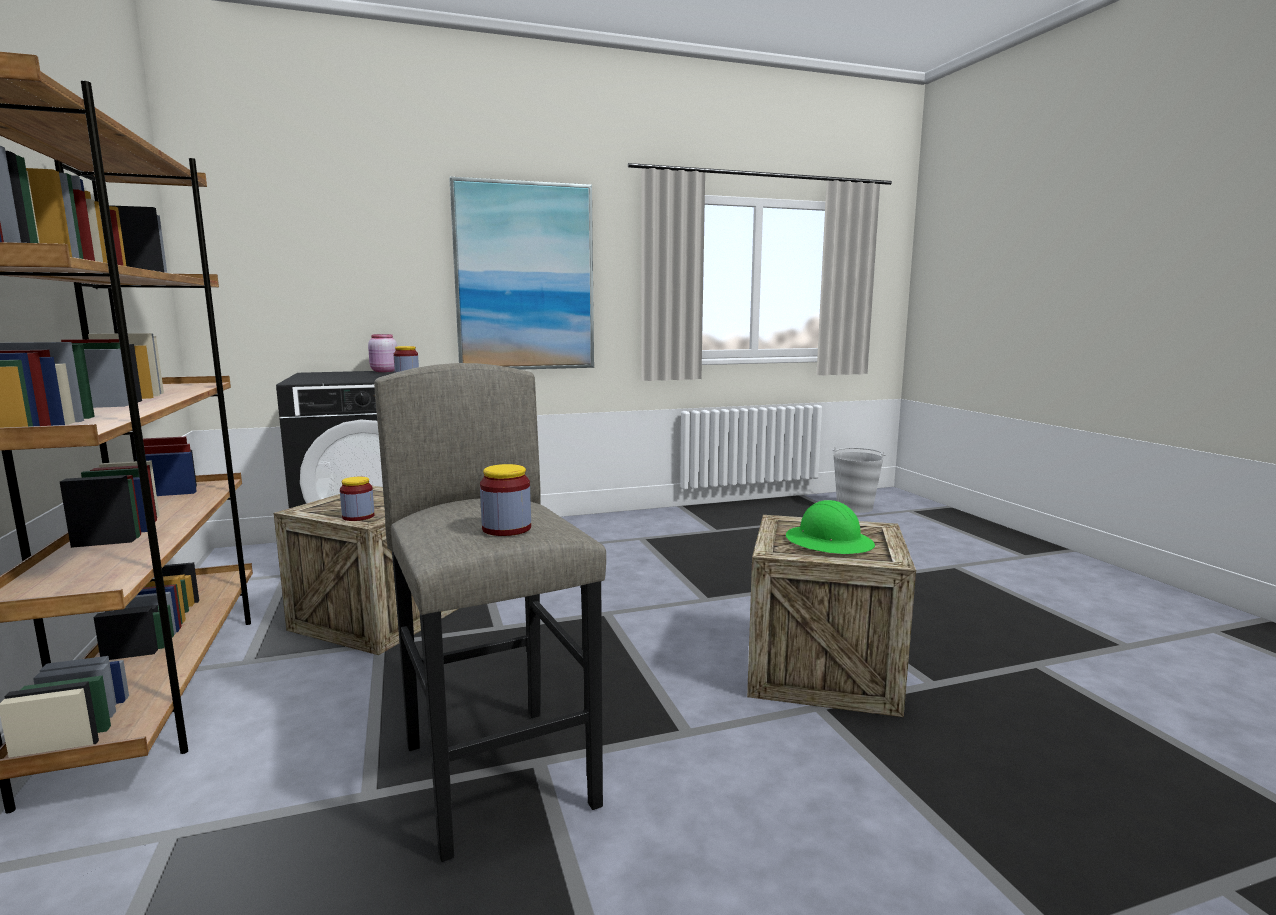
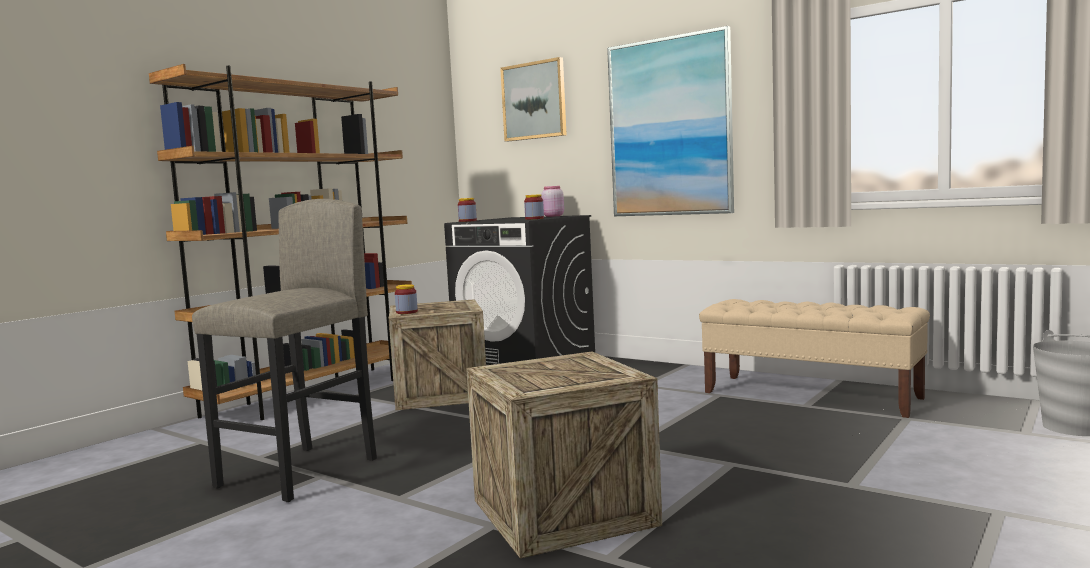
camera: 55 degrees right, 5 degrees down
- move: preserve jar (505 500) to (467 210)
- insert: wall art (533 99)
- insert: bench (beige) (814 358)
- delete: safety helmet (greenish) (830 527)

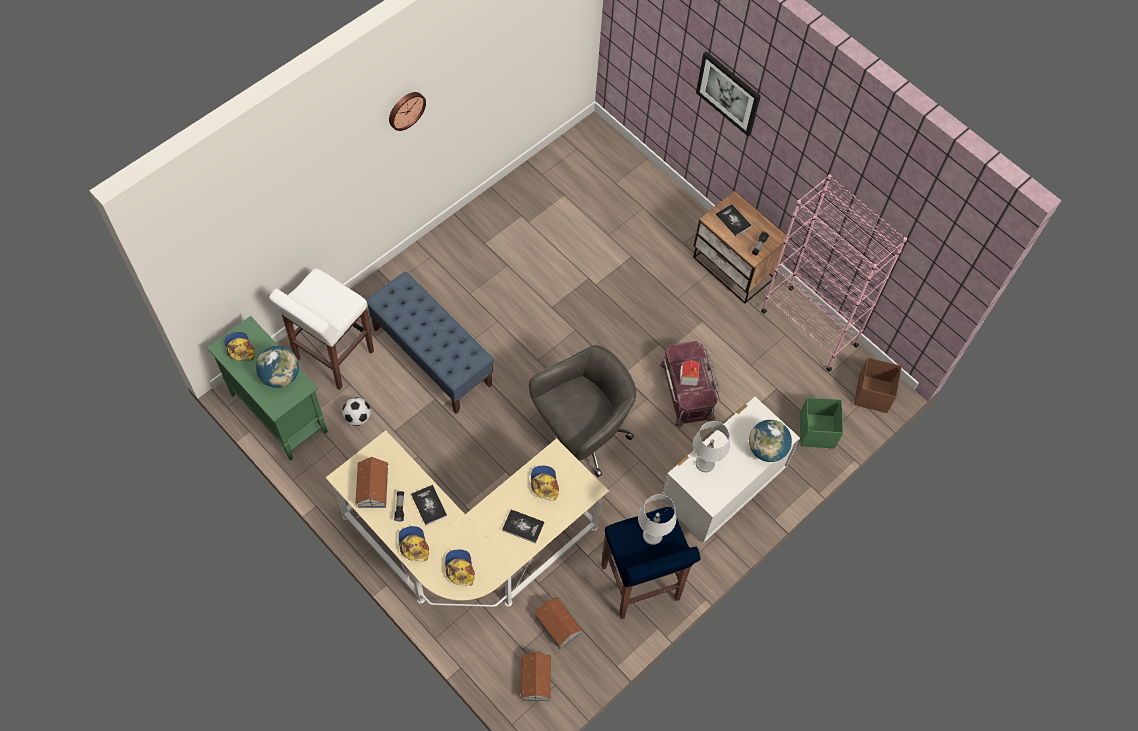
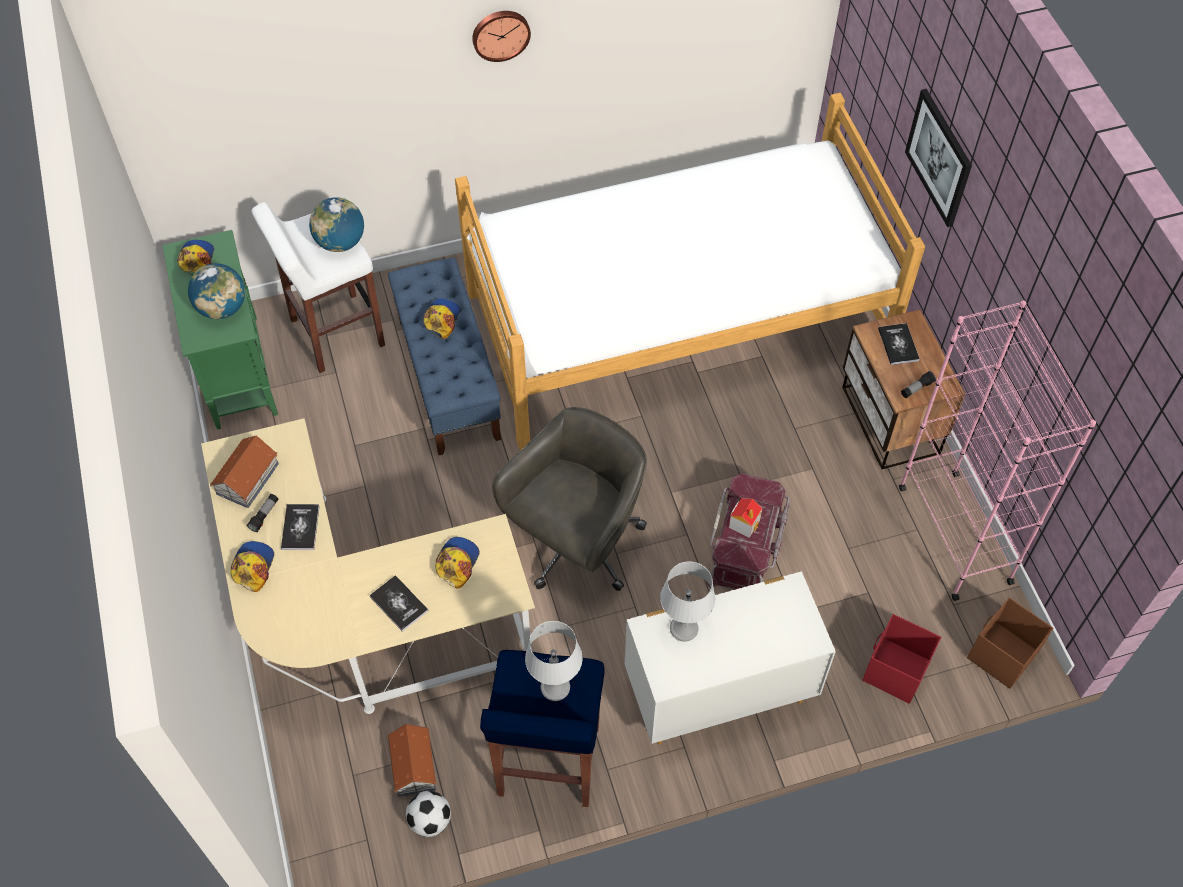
camera: 30 degrees right, 5 degrees down
- move: globe (770 441) to (336 224)
- move: ball for football (356 411) to (428 814)
- move: cap (460 567) to (441 318)
- insert: sleeping bed (690 271)
- rotate: office chair (gray) (582 411) = (569 499) 45 degrees counterclockwise
- recolor: storage bin (greenish) (821 422) to storage bin (red-coloured) (902 659)
- delete: toy house (535 676)

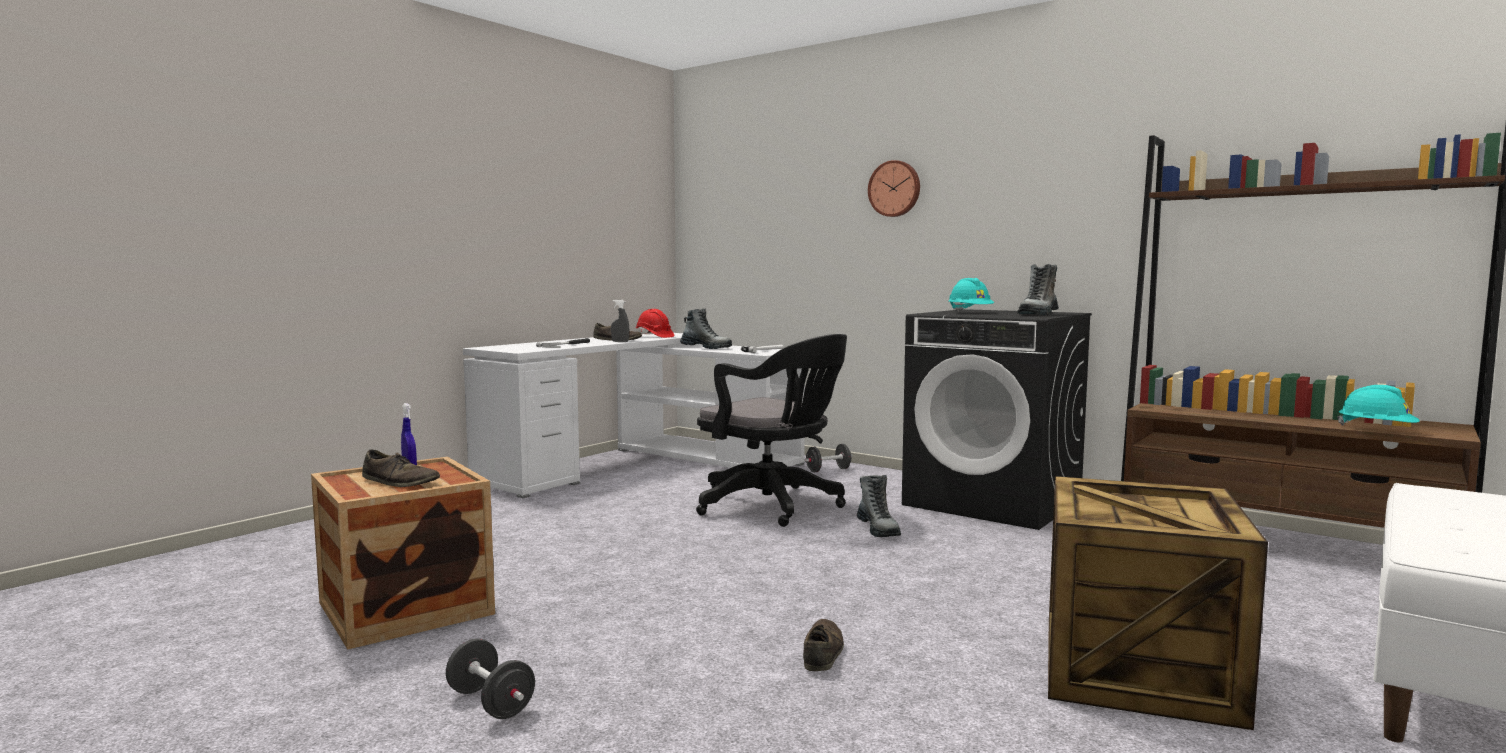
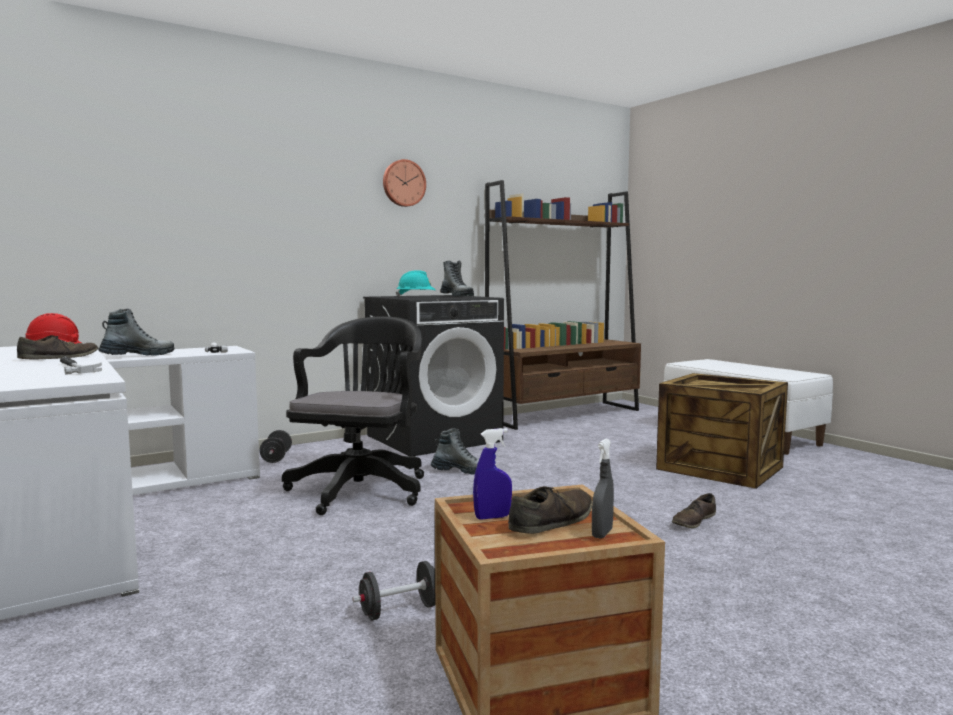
camera: 70 degrees left, 0 degrees up
- rotate: office chair (black) (771 430) = (353 415) 45 degrees counterclockwise
- move: hand weight (black) (490 678) to (393 590)
- move: clock on the wall (894 188) to (404 183)
- move: sprayer (gray) (620 321) to (603 488)
- rotate: shoe (brownish) (823 645) = (694 510) 75 degrees counterclockwise
- delete: safety helmet (blue-green) (1378 405)

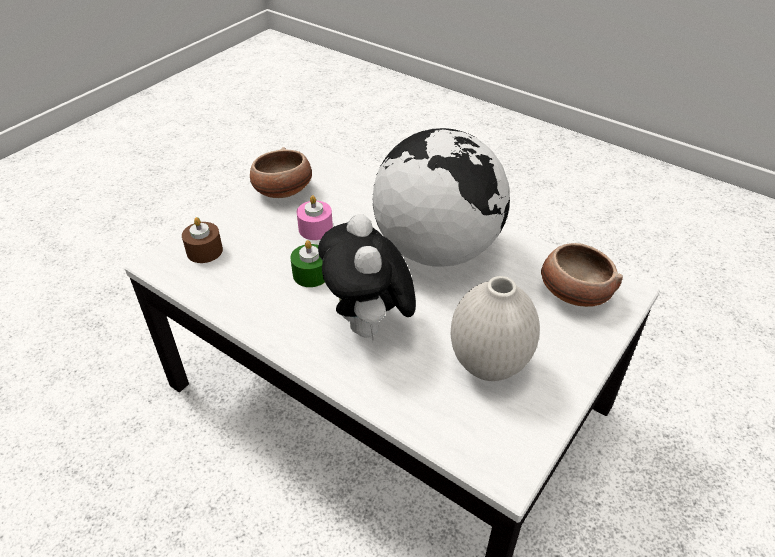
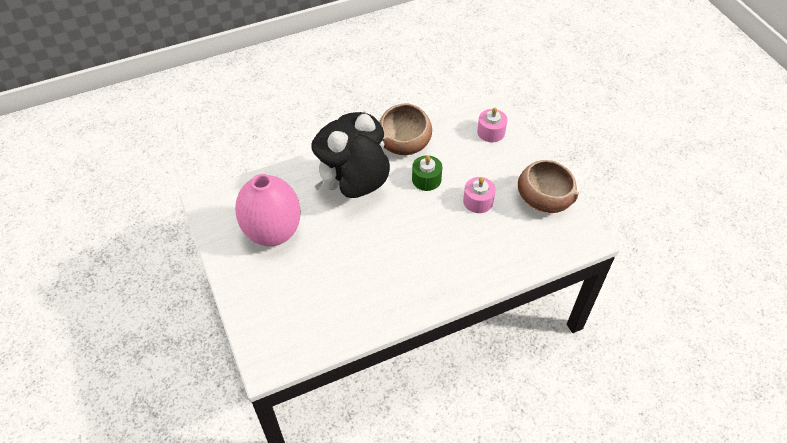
camera: 120 degrees right, 10 degrees up
- recolor: flower vase (whitish) (495 328) to flower vase (pink-coloured) (268 210)
- rotate: soft toy (367 277) = (350 155) 60 degrees counterclockwise
- move: serving bowl (582 275) to (405 129)
- recolor: candle (brownish) (202 240) to candle (pink-coloured) (492 125)
- delete: globe (441 197)

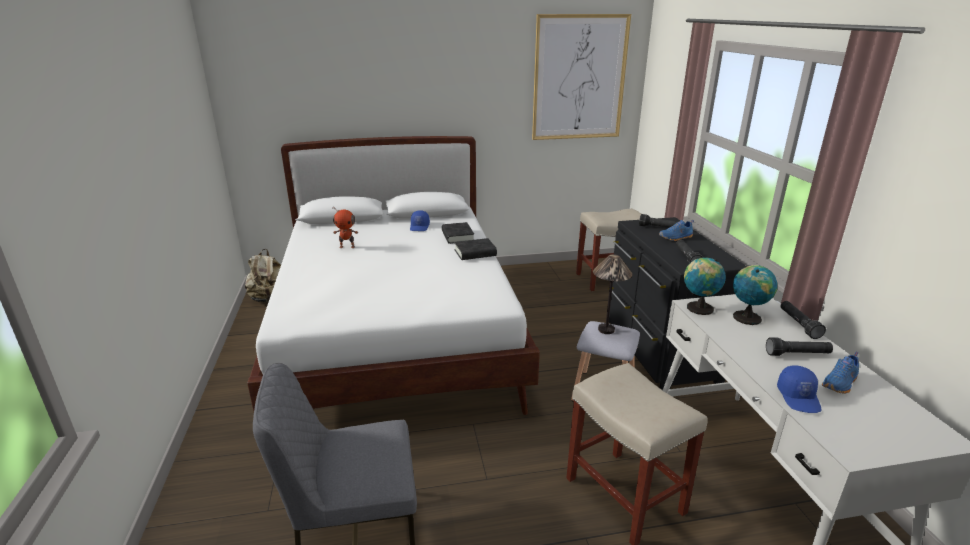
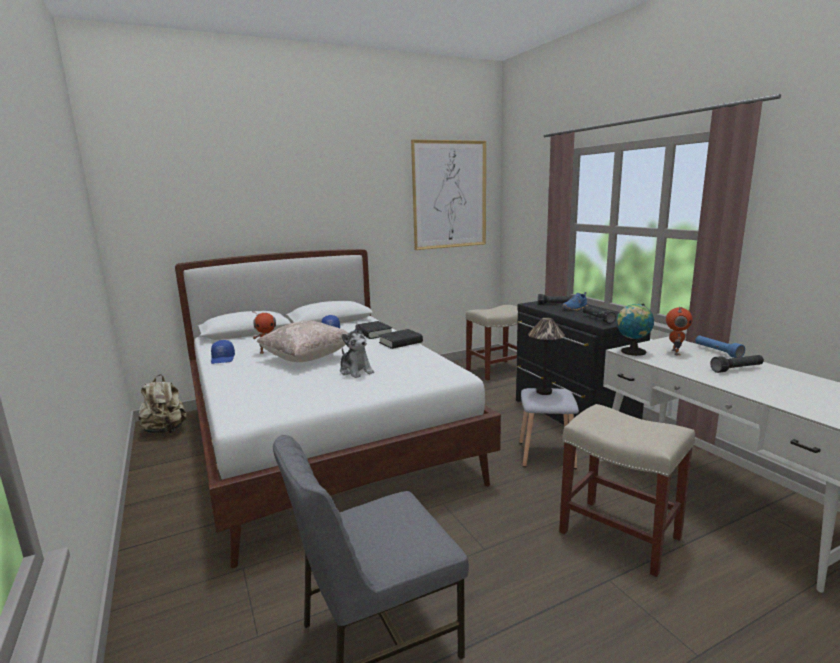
camera: 15 degrees left, 10 degrees down
- move: cap (bluish) (799 389) to (223 352)
- insert: throw pillow (beige) (303 341)
- insert: soft toy (357 351)
- replace: globe (755 295) to toy robot (679 331)
- recolor: torch (black) (803 320) to torch (bluish) (720 347)
- delete: shoe (bluish) (840 373)

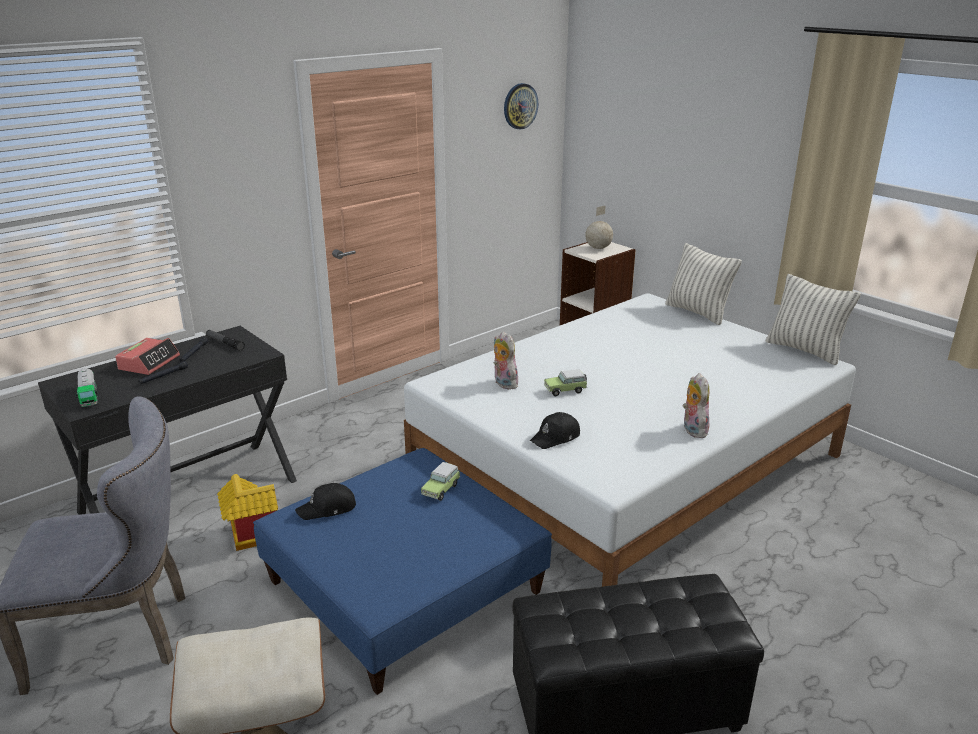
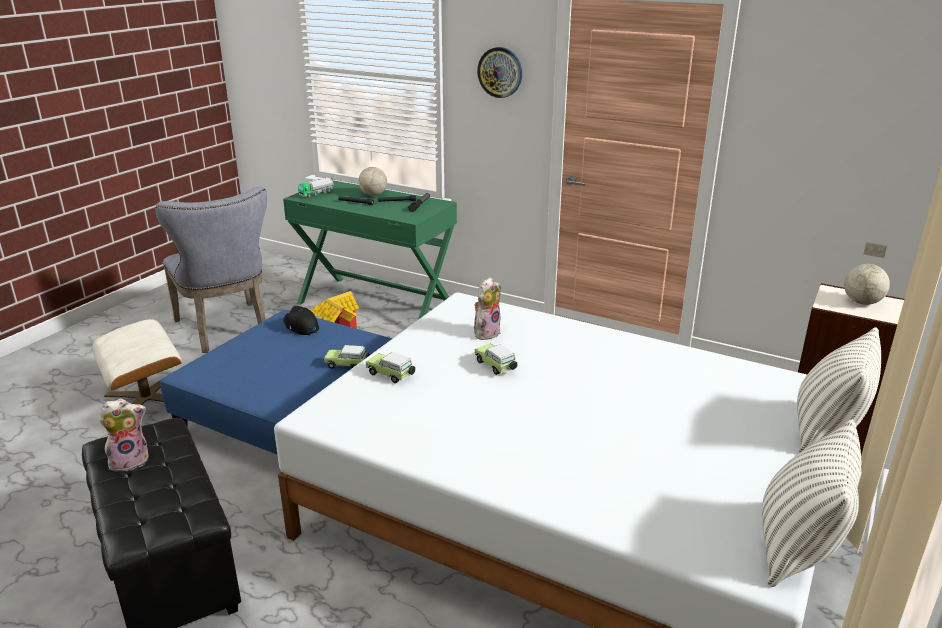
camera: 70 degrees right, 0 degrees up
- move: soft toy (696 405) to (124 434)
- recolor: desk unit (black) (167 420) to desk unit (greenish) (370 250)
- replace: alarm clock (147 356) to globe (372 173)
- replace: cap (black) (555 430) to toy car (390 367)
- move: clock on the wall (521 106) to (499 72)

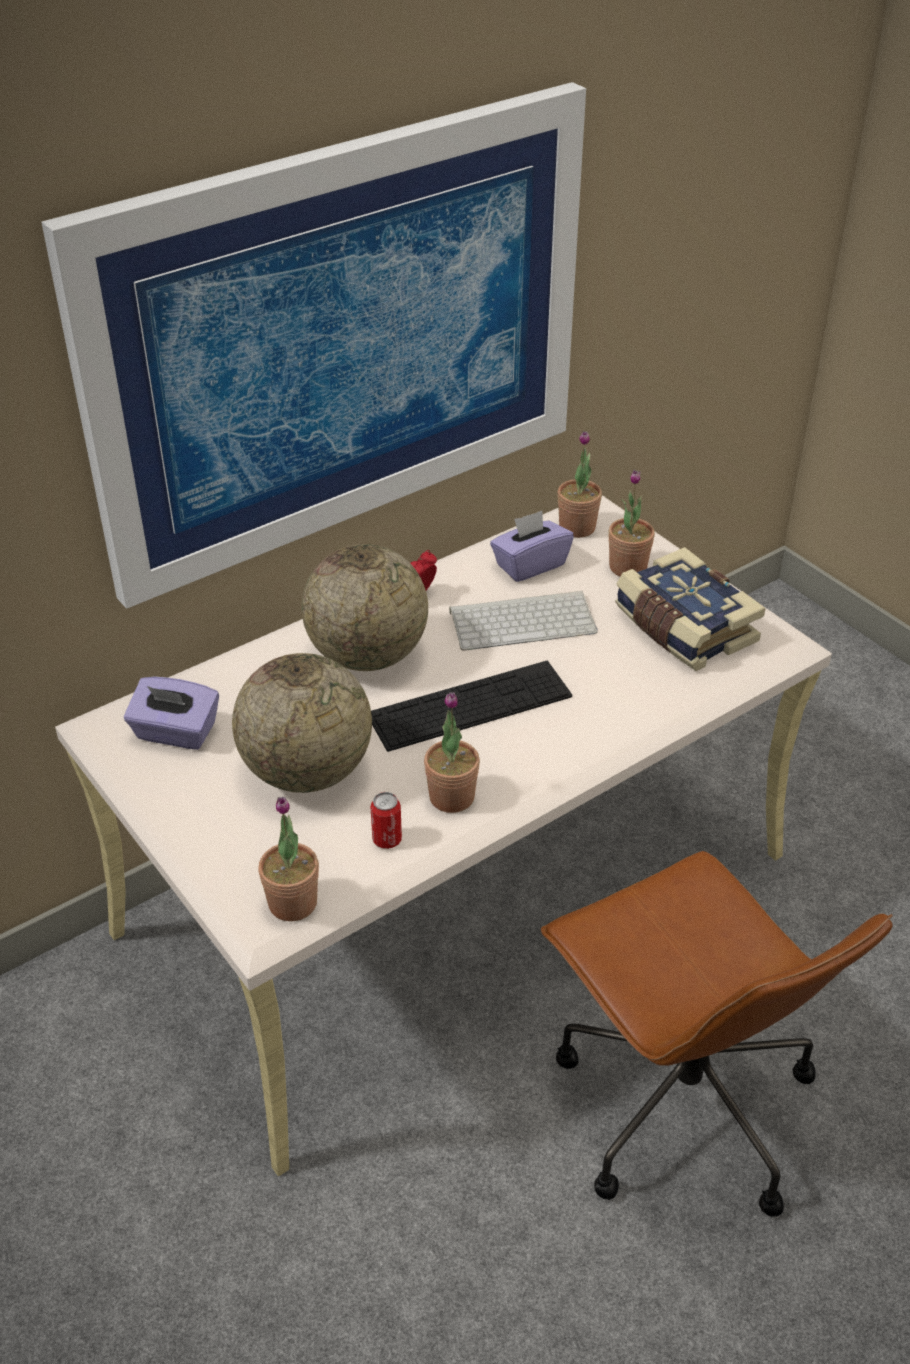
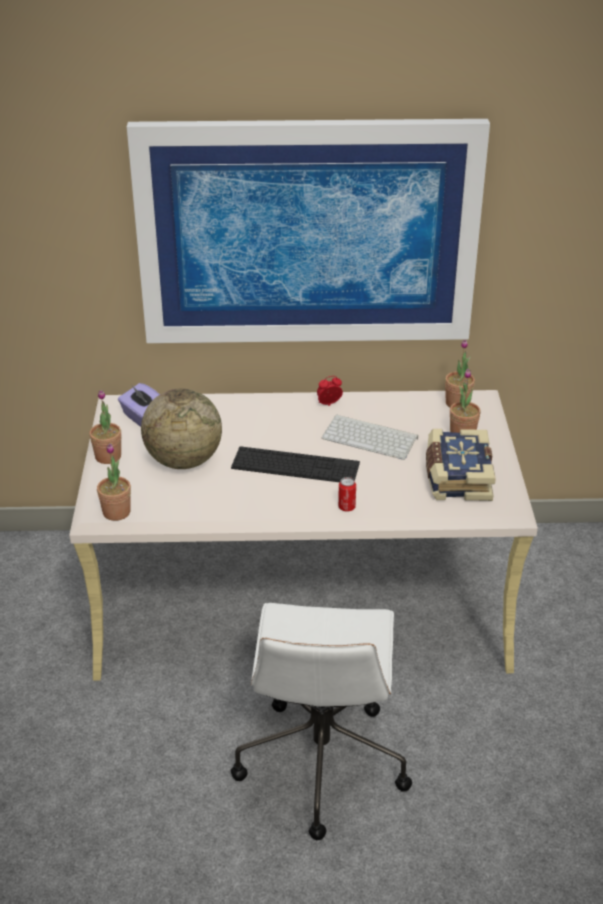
camera: 35 degrees right, 5 degrees down
- move: plant in a pot (452 752) to (105 427)
- recolor: office chair (brownish) (717 1034) to office chair (whitish) (321 722)
- move: can (386 820) to (347 494)
- delete: globe (364 607)
- delete: tissue box (purplish) (532 546)

